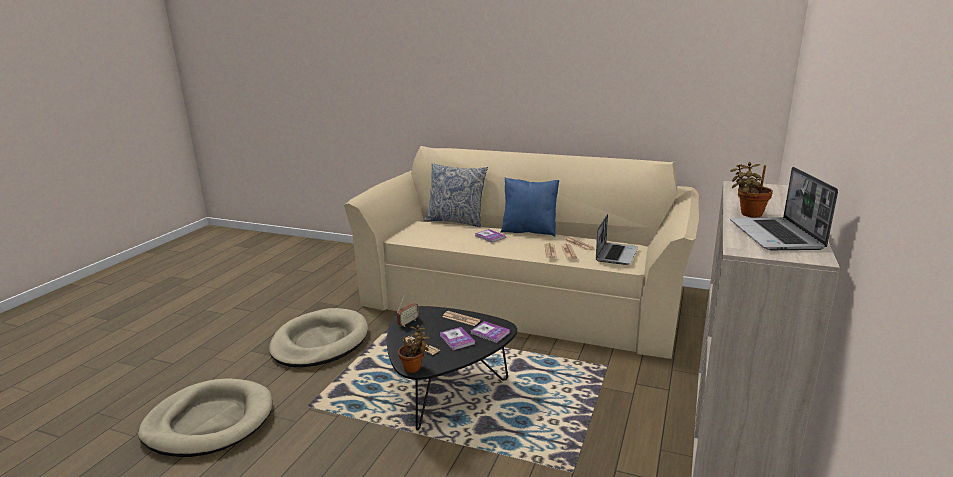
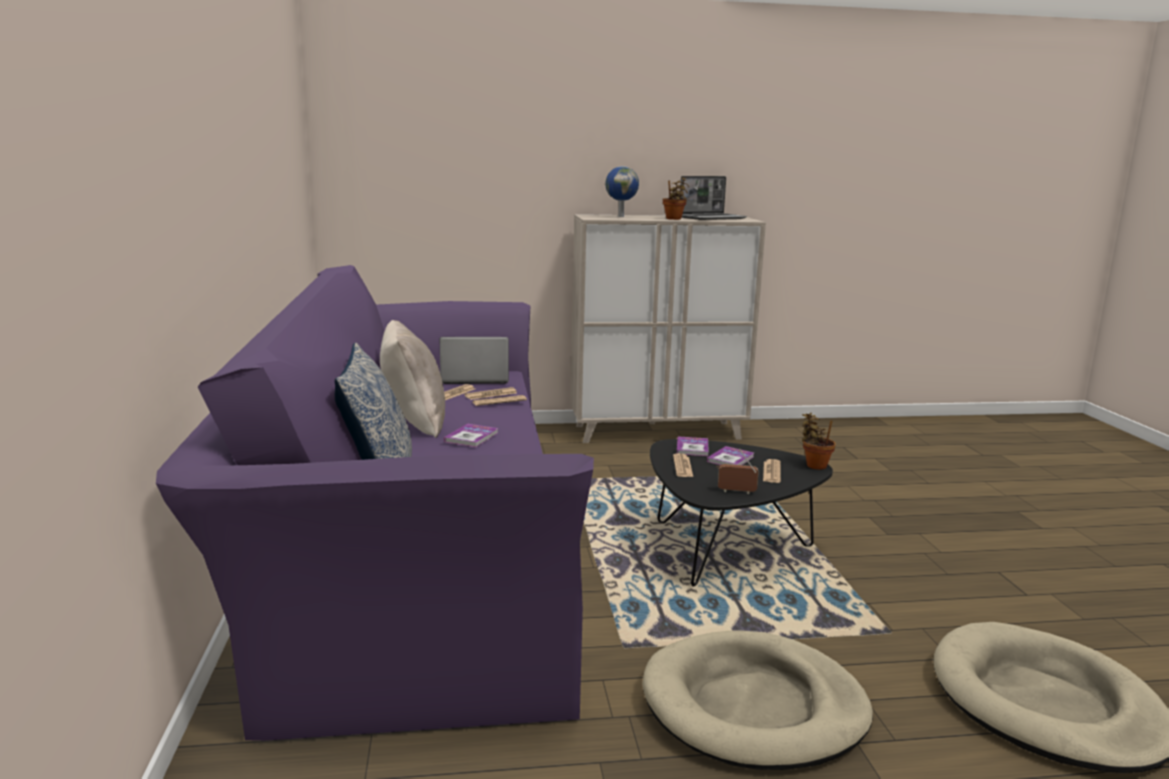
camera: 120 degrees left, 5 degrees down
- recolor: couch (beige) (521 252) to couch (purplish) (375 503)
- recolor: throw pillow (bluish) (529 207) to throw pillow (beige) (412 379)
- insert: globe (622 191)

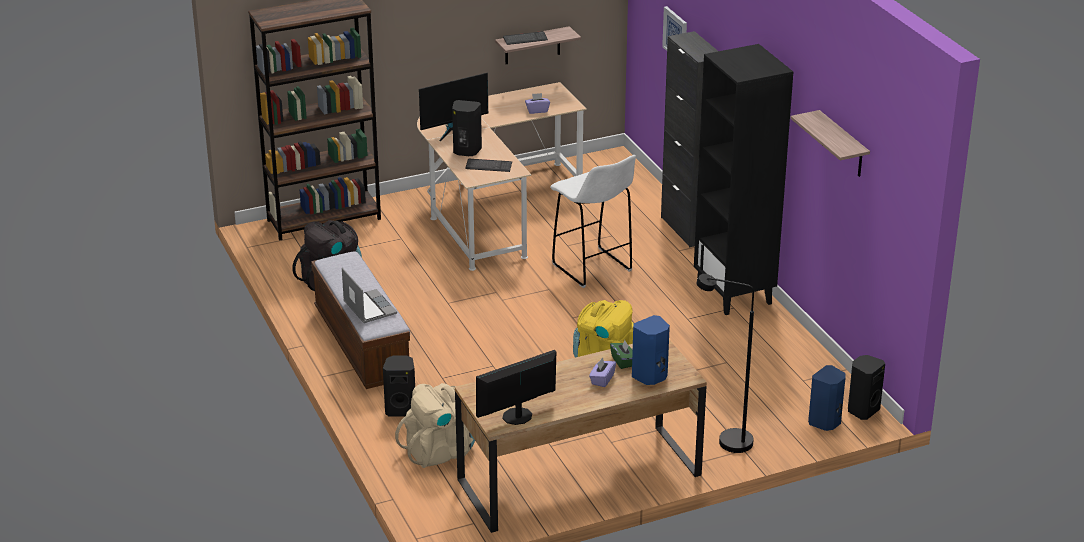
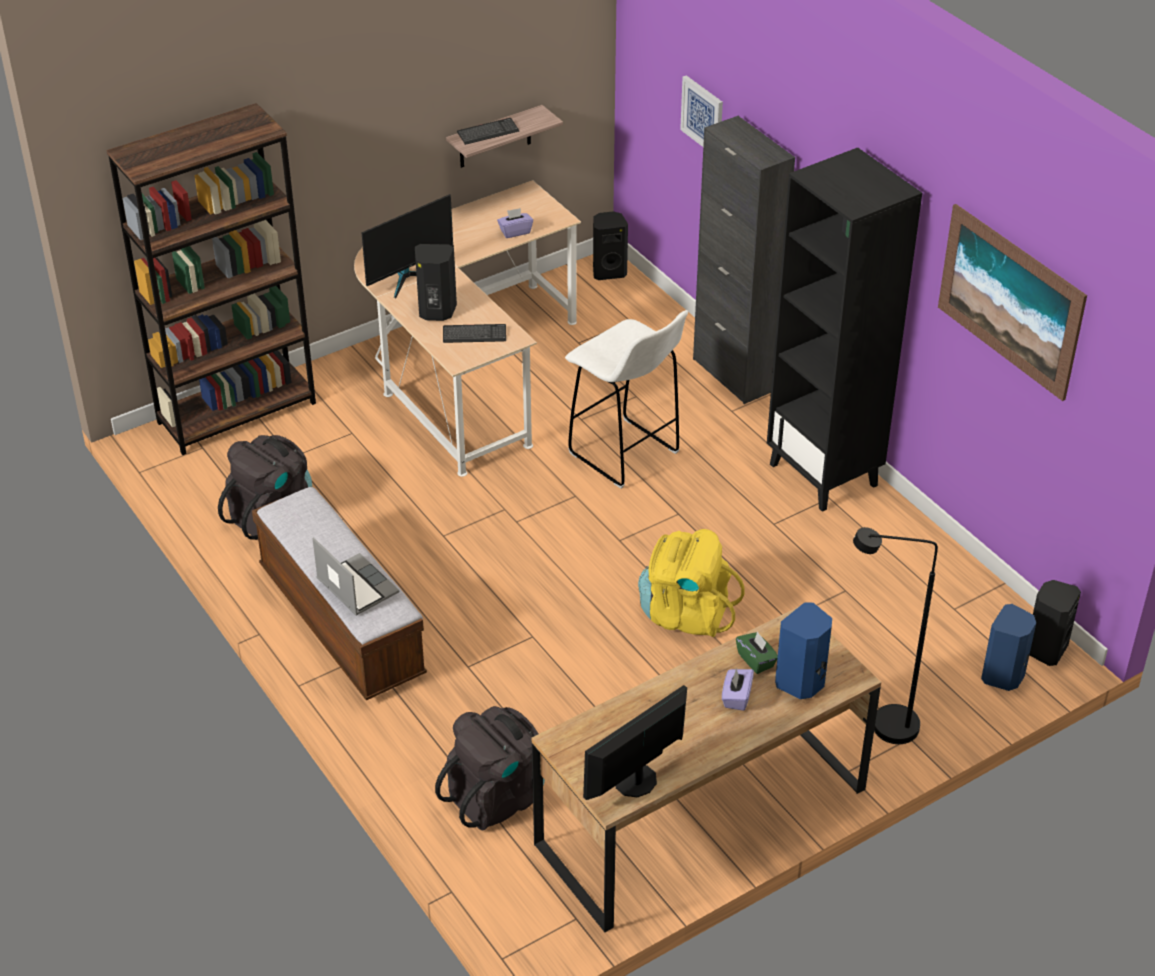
camera: 10 degrees left, 10 degrees up
- recolor: rucksack (beige) (435 425) to rucksack (black) (490 768)
- move: audio speaker (black) (399 386) to (610 245)
- replace: bracket shelf (830 143) to wall art (1012 302)

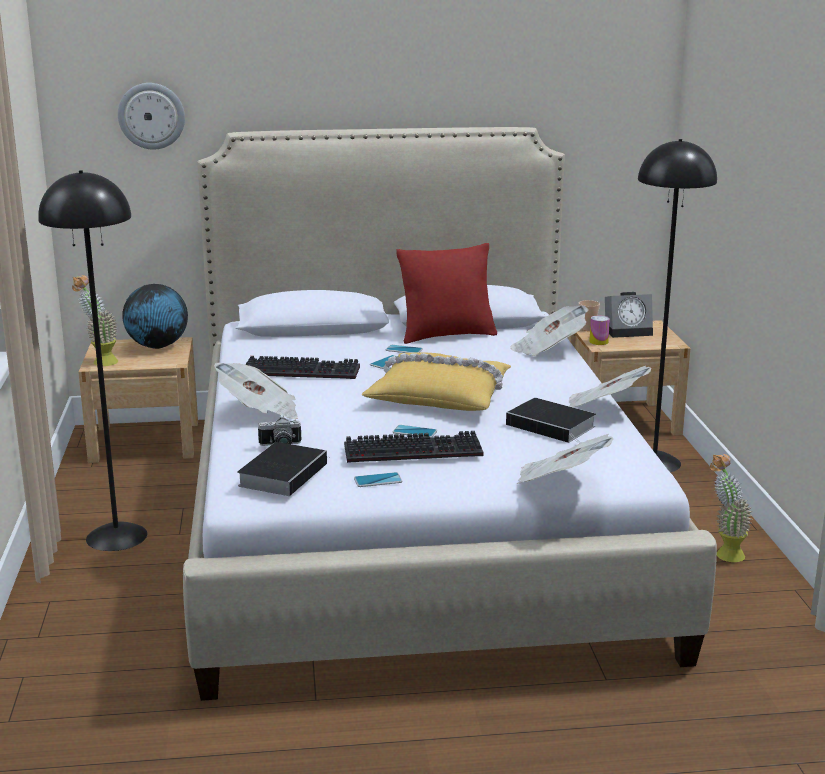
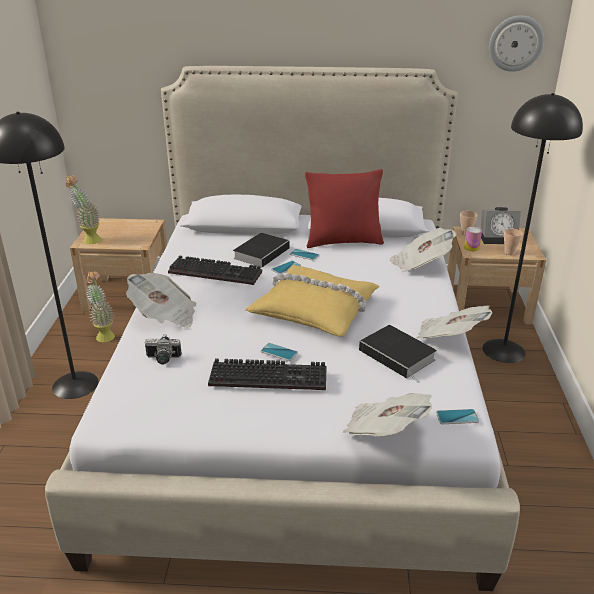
camera: 10 degrees right, 10 degrees up
- move: plant in a pot (731 508) to (100 307)
- move: book (283 469) to (262 250)
- move: handset (378 479) to (457 416)
- move: clock on the wall (151 116) to (516 43)
- insert: cup (513 242)
- delete: globe (155 316)

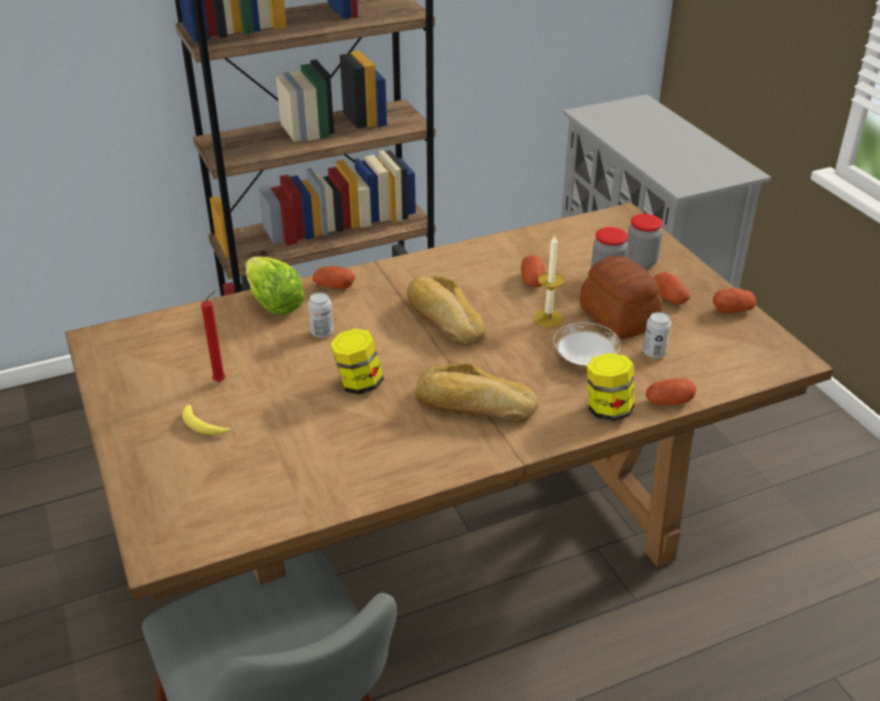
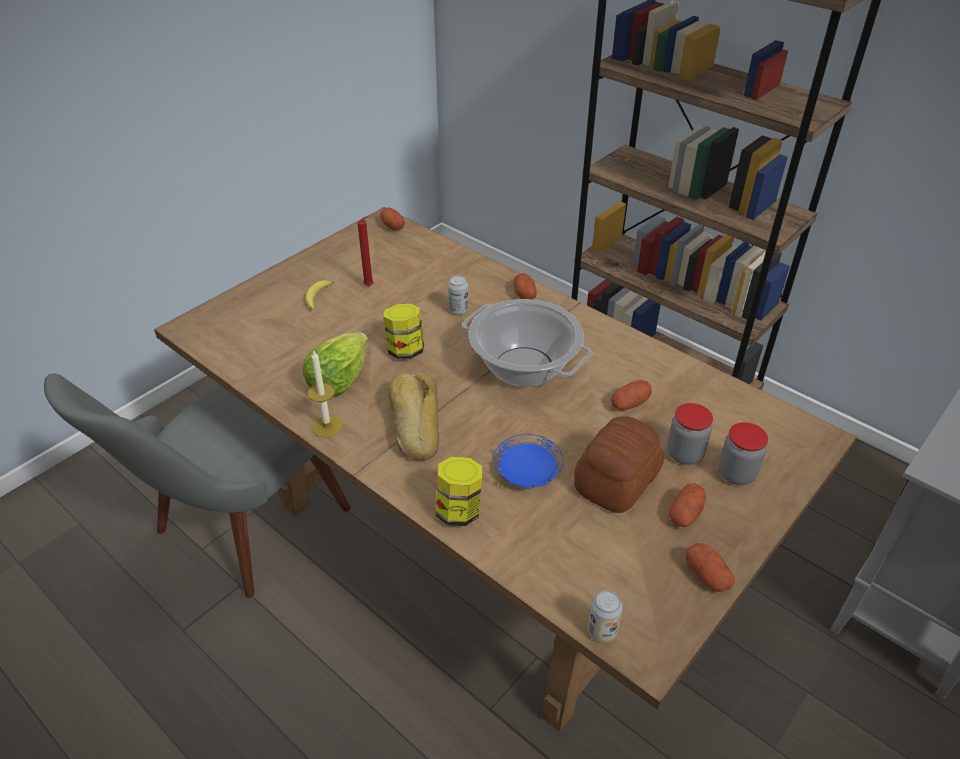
camera: 65 degrees right, 5 degrees up
- move: lettuce (275 285) to (335 364)
- move: candle (548 281) to (325 394)
- move: spud (671 392) to (392 219)
- replace: bread (446 310) to saucepot (527 343)
- recolor: plate (whitish) (587 344) to plate (bluish) (528 461)
- move: can (657 335) to (605 616)

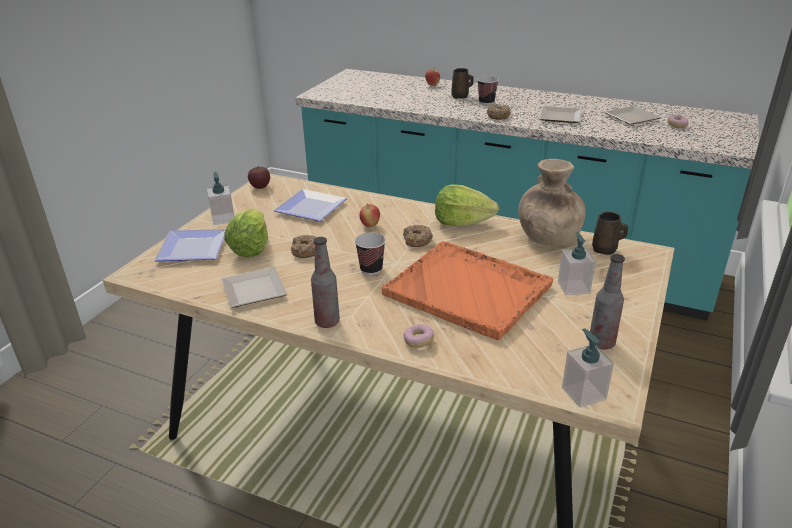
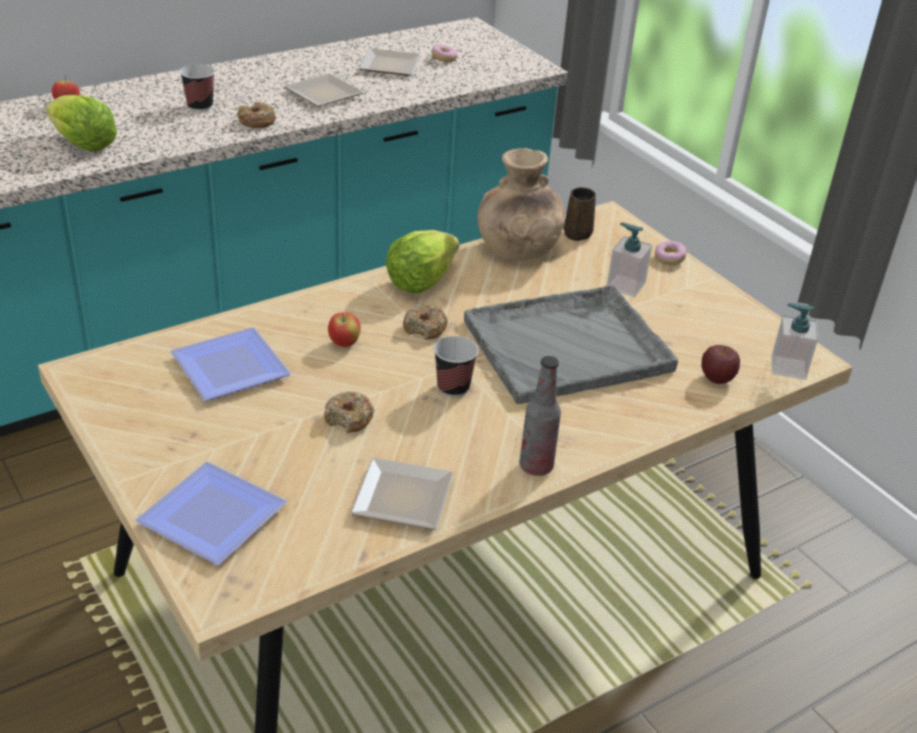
camera: 60 degrees left, 5 degrees up
- move: lettuce (246 232) to (81 123)
- recolor: serving tray (orange-coloured) (467 290) to serving tray (gray) (571 344)
- move: ring doughnut (419 336) to (671 253)
- move: apple fruit (259 178) to (721 364)
- delete: liquid soap bottle (220 198)
- delete: mug (brownish) (462 83)
- delete: beverage bottle (607 301)

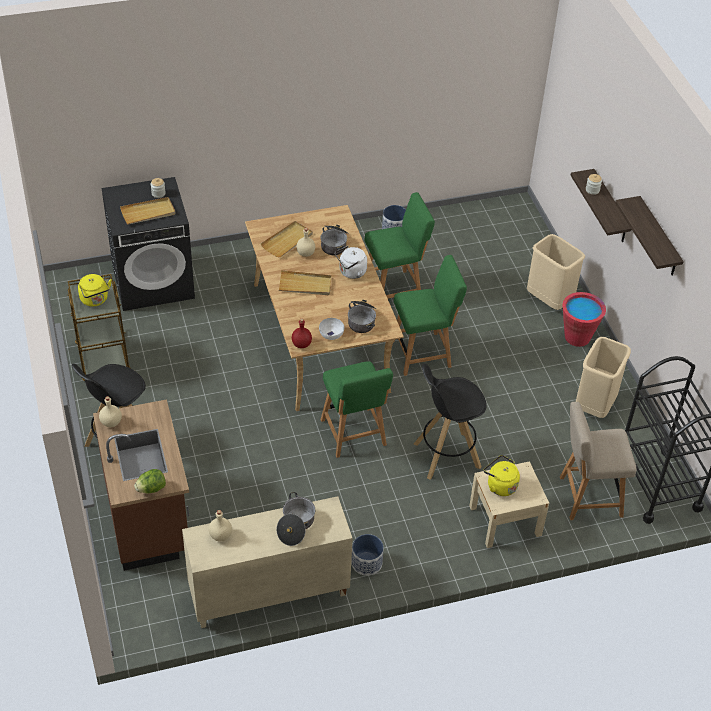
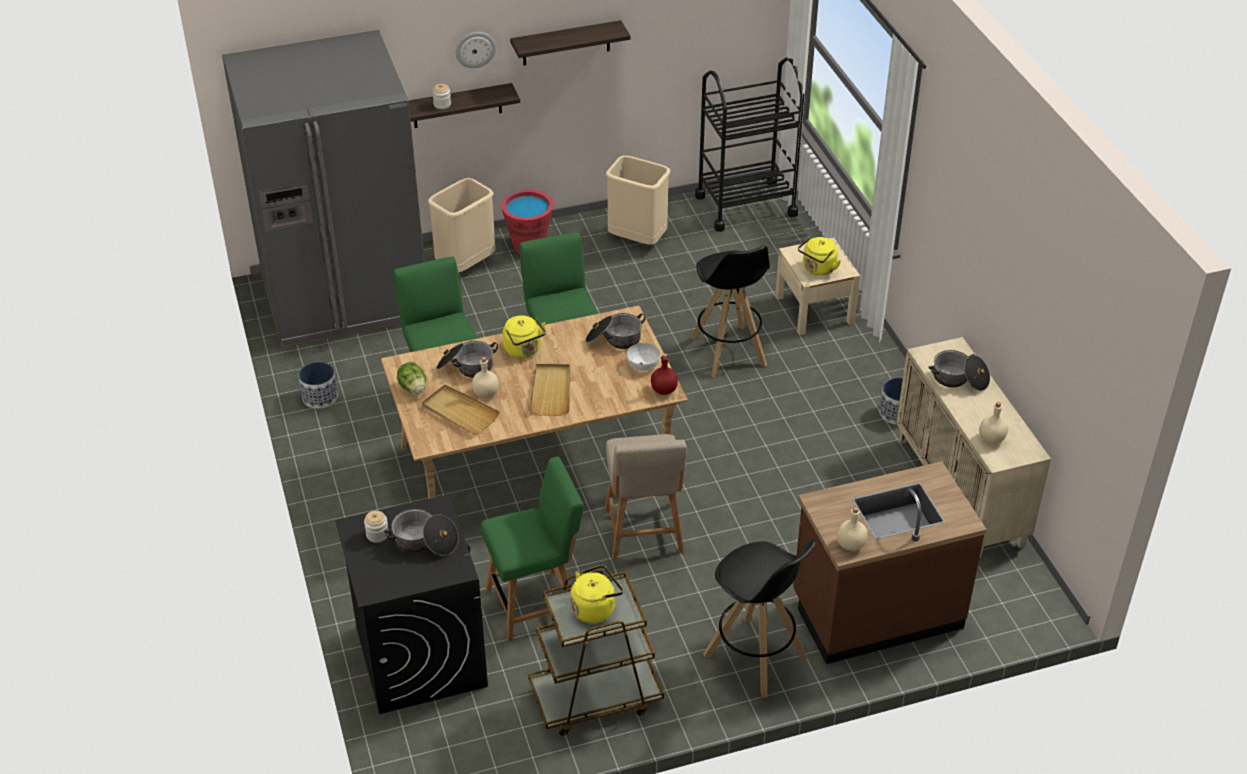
camera: 90 degrees left, 5 degrees down
- insert: refrigerator (gray) (323 189)
- replace: serving tray (beige) (148 211) to saucepot (421 532)
- move: lettuce (150 481) to (411 378)
- insert: clock on the wall (476 50)
- move: upright chair (greenish) (357 409) to (532 549)
- recolor: kettle (whitish) (351 262) to kettle (yellow-coloured) (524 336)
- move: upright chair (beige) (598 461) to (646 496)

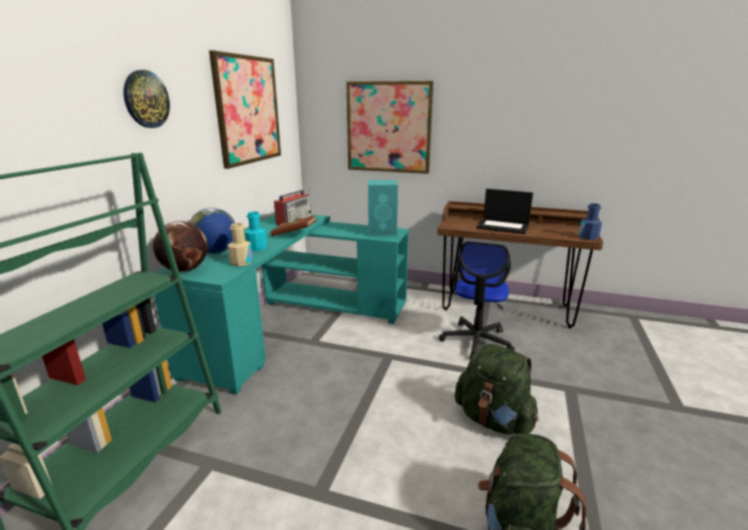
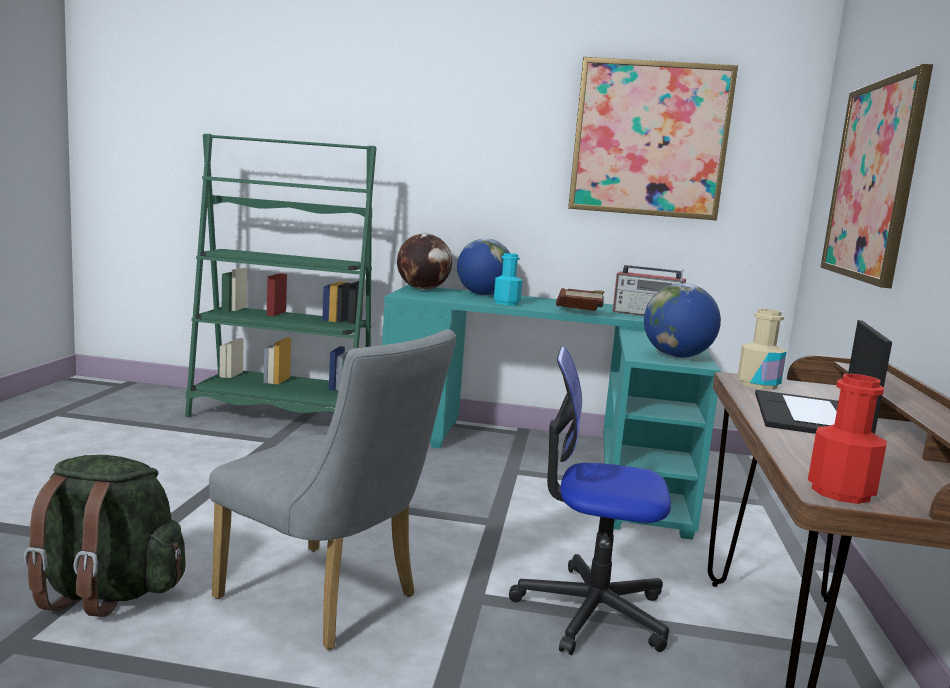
camera: 80 degrees right, 10 degrees down
- replace: rucksack (greenish) (497 389) to upright chair (gray) (332 489)
- replace: audio speaker (blue-green) (383 208) to globe (682 320)
- move: beverage bottle (beige) (240 244) to (761 349)
- recolor: beverage bottle (bluish) (590 221) to beverage bottle (red-coloured) (847 439)
- delete: clock on the wall (146 99)

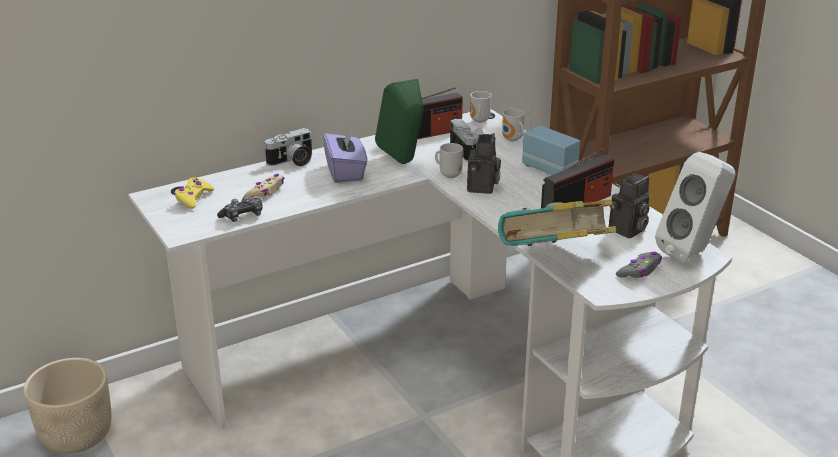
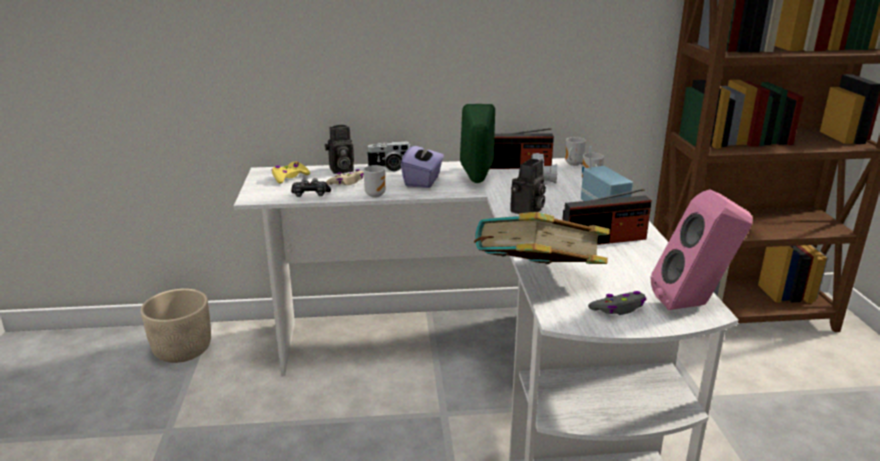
camera: 25 degrees right, 5 degrees down
- move: still camera (629 206) to (339 149)
- move: mug (449 160) to (374 181)
- recolor: audio speaker (whitish) (695 207) to audio speaker (pink-coloured) (701 249)

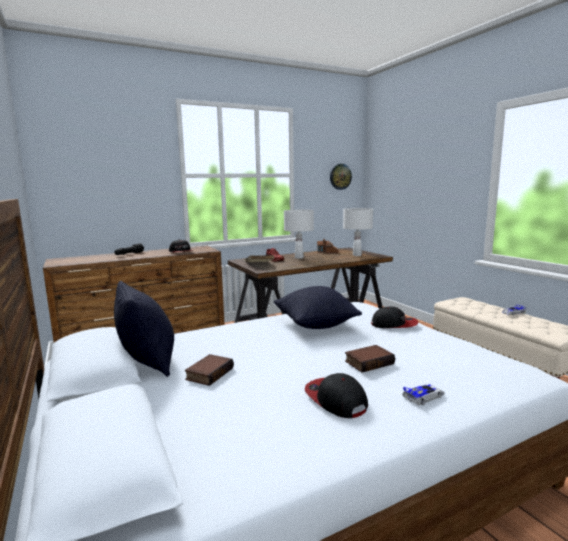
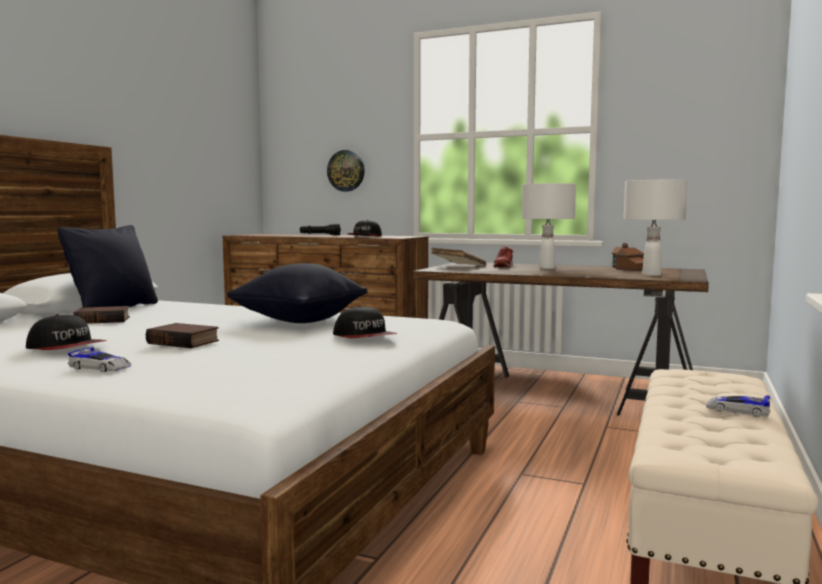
camera: 50 degrees right, 5 degrees down
- rotate: cap (336 395) = (66 332) 105 degrees clockwise
- move: clock on the wall (341 177) to (346 171)

